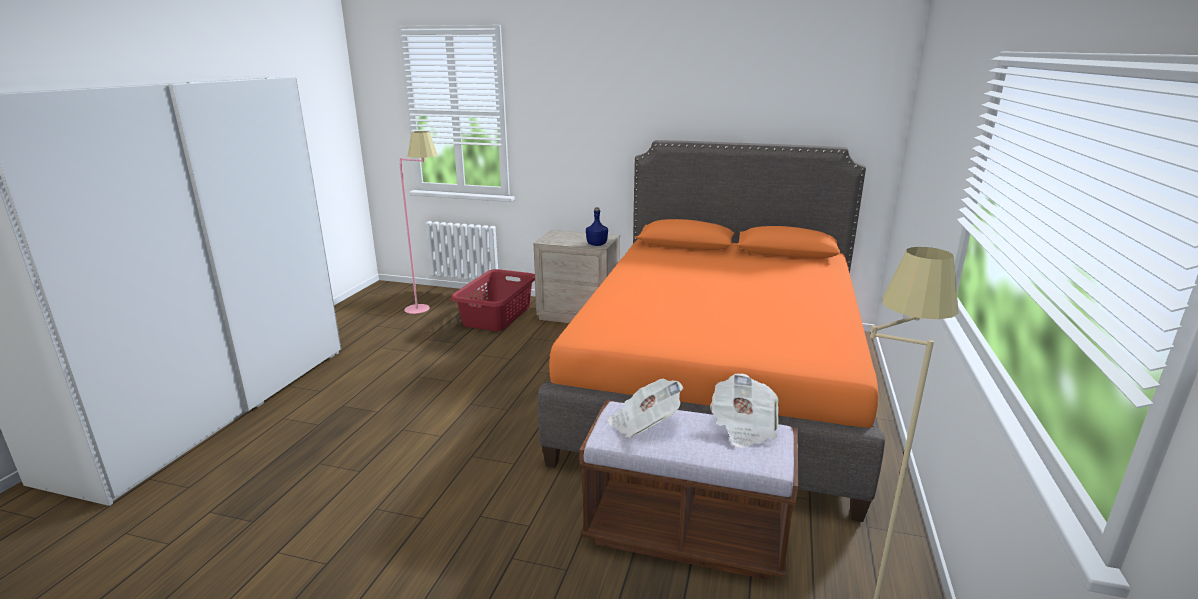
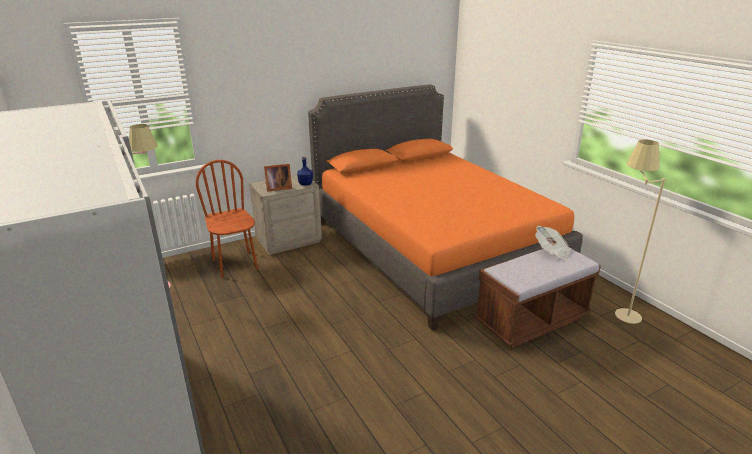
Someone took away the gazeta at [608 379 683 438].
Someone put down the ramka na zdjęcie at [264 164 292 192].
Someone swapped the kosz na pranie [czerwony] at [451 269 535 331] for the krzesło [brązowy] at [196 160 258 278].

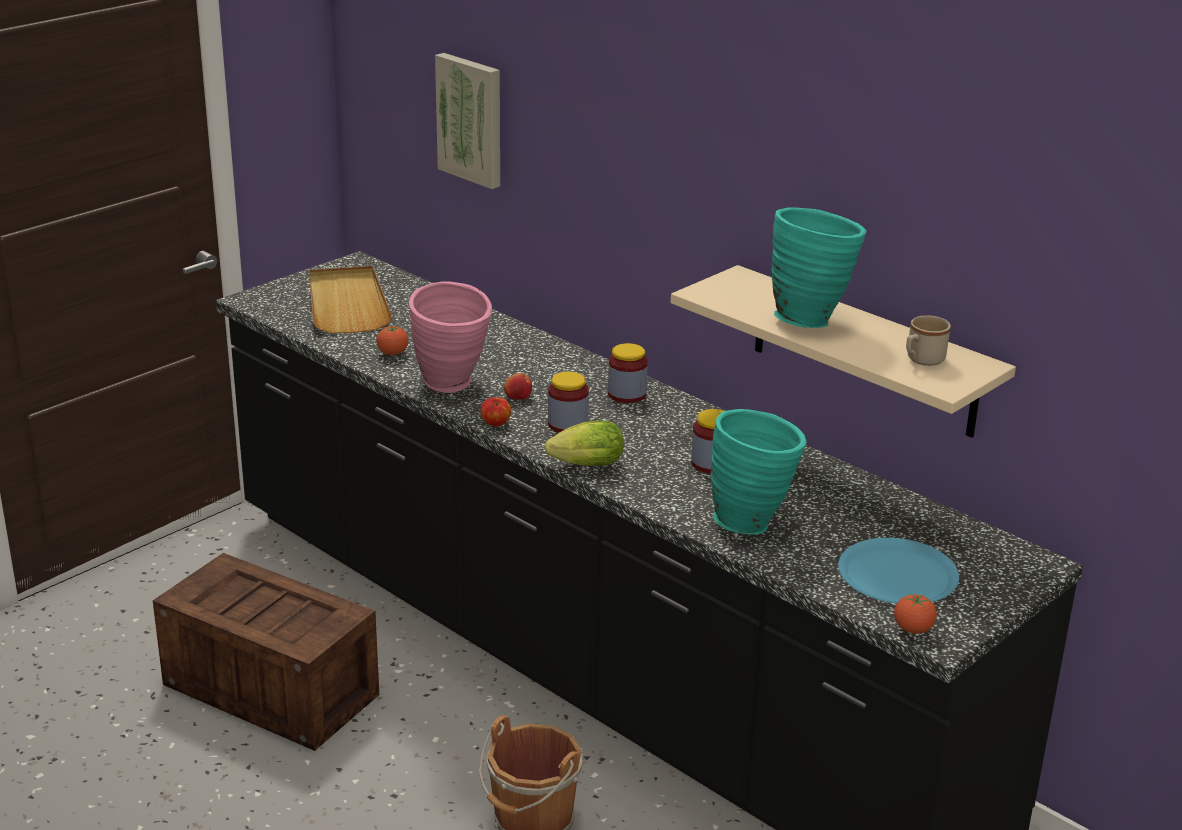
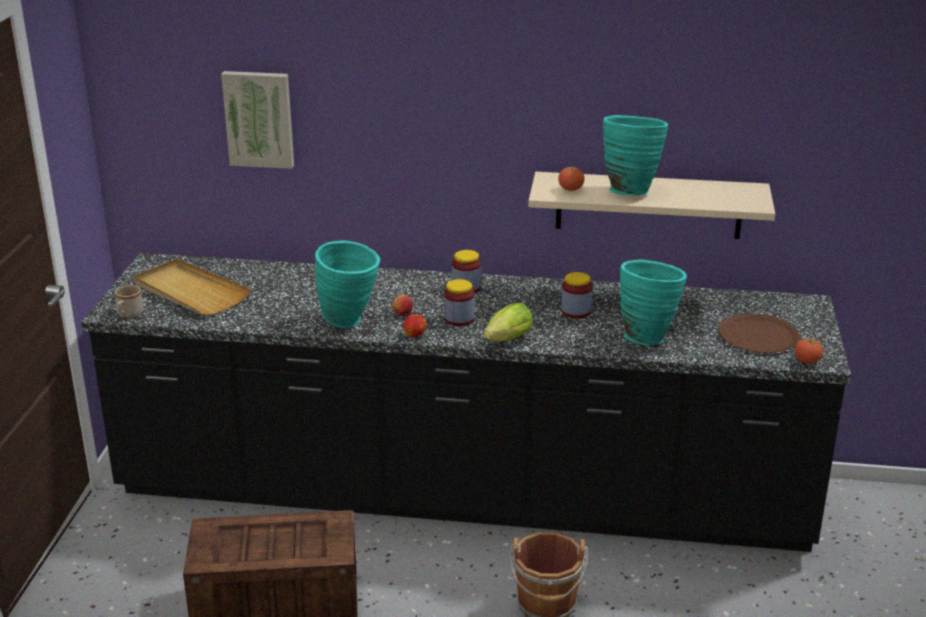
Someone carried the pomidor from [376 326 409 355] to [558 167 585 191].
Someone carried the kubek [beżowy] from [906 316 951 366] to [115 285 143 318].
Someone repainted the wazon [różowy] at [409 281 492 393], which became the wazon [turkusowy] at [315 241 380 328].
Someone repainted the talerz [niebieski] at [838 538 959 604], which became the talerz [brązowy] at [718 313 800 353].

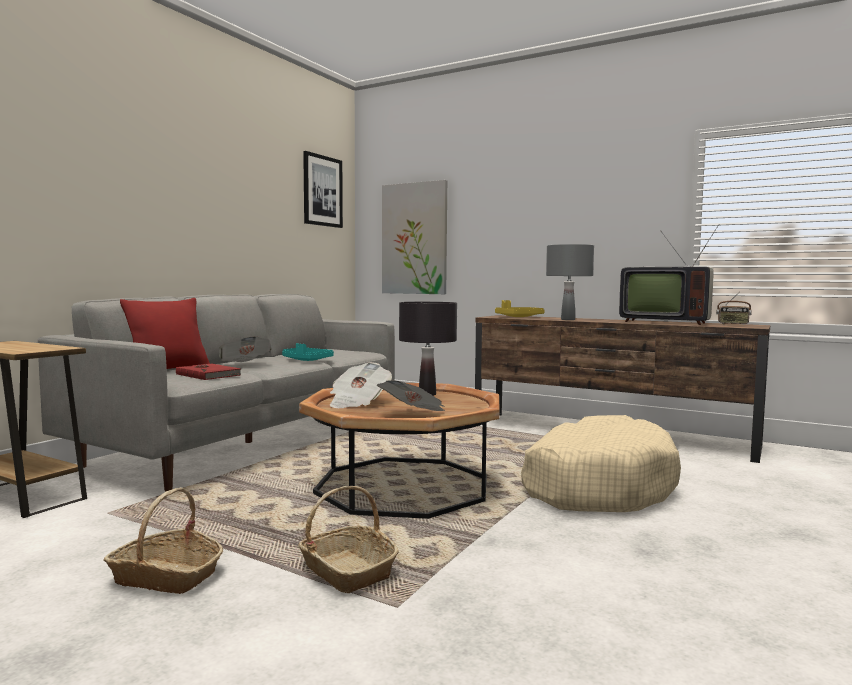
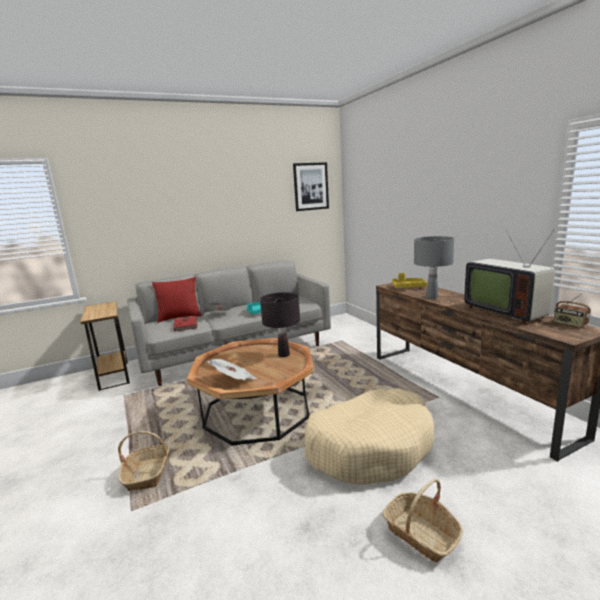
Someone took away the gazeta at [330 362 392 408].
Someone took away the obraz at [382 180 447 294].
Someone carried the koszyk from [104 487 223 594] to [383 479 463 562].

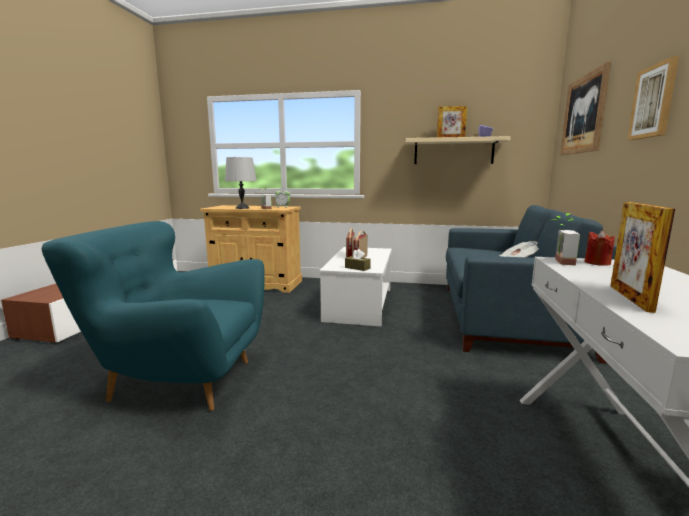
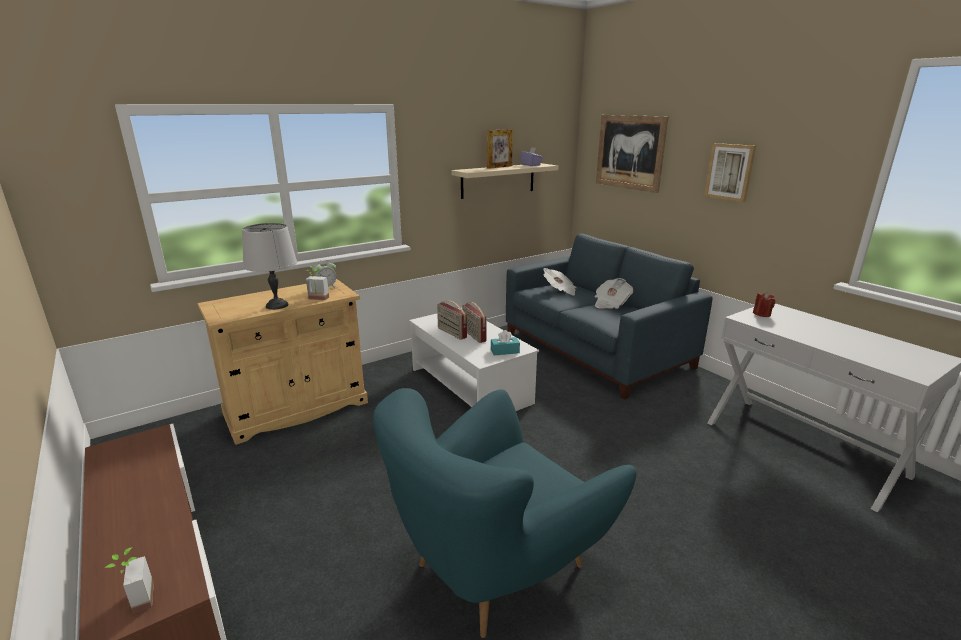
Someone took away the ramka na zdjęcie at [610 202 675 313].
Someone put down the gazeta at [543 268 576 296].
Someone carried the roślina doniczkowa from [551 213 580 265] to [105 548 154 614].
Someone repainted the pudełko chusteczek [brązowy] at [345 249 371 271], which became the pudełko chusteczek [turkusowy] at [491 330 520 355].

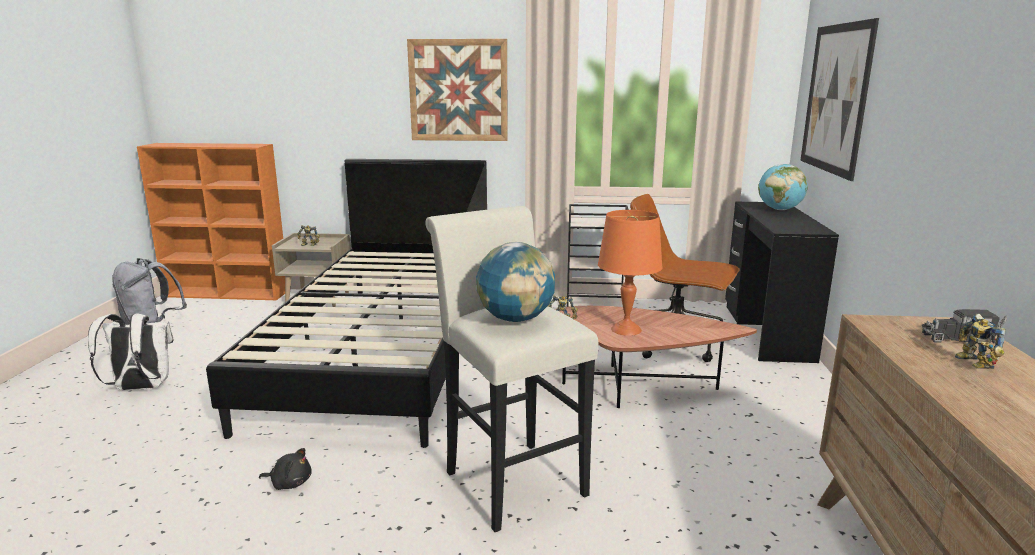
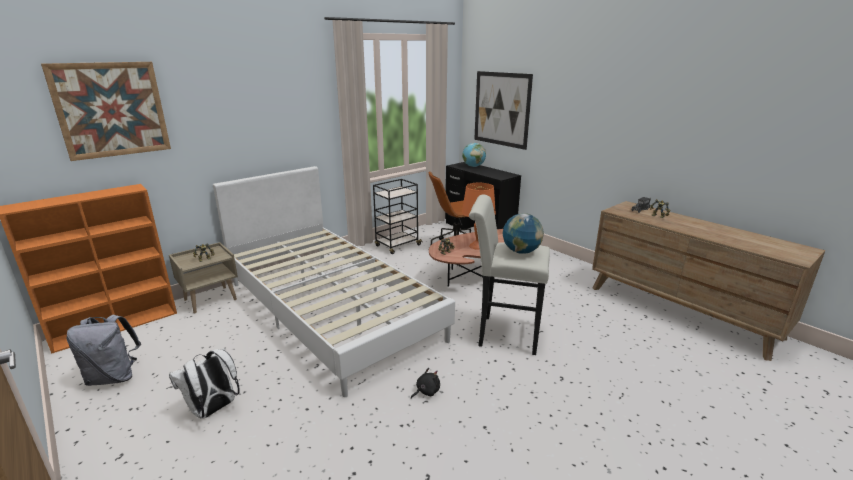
Someone carried the obraz from [407 39 508 141] to [41 62 171 161].
Someone repainted the łóżko [czarny] at [206 159 487 448], which became the łóżko [biały] at [213 166 455 397].

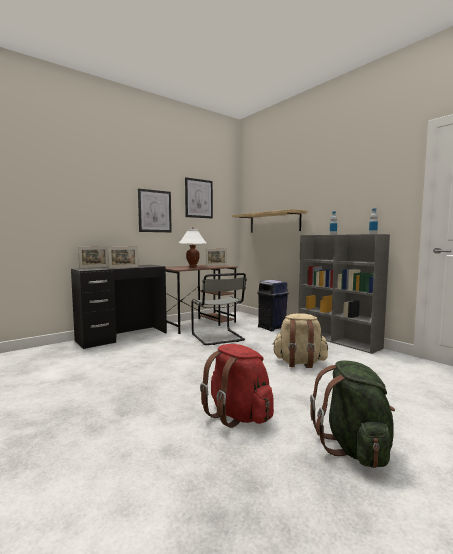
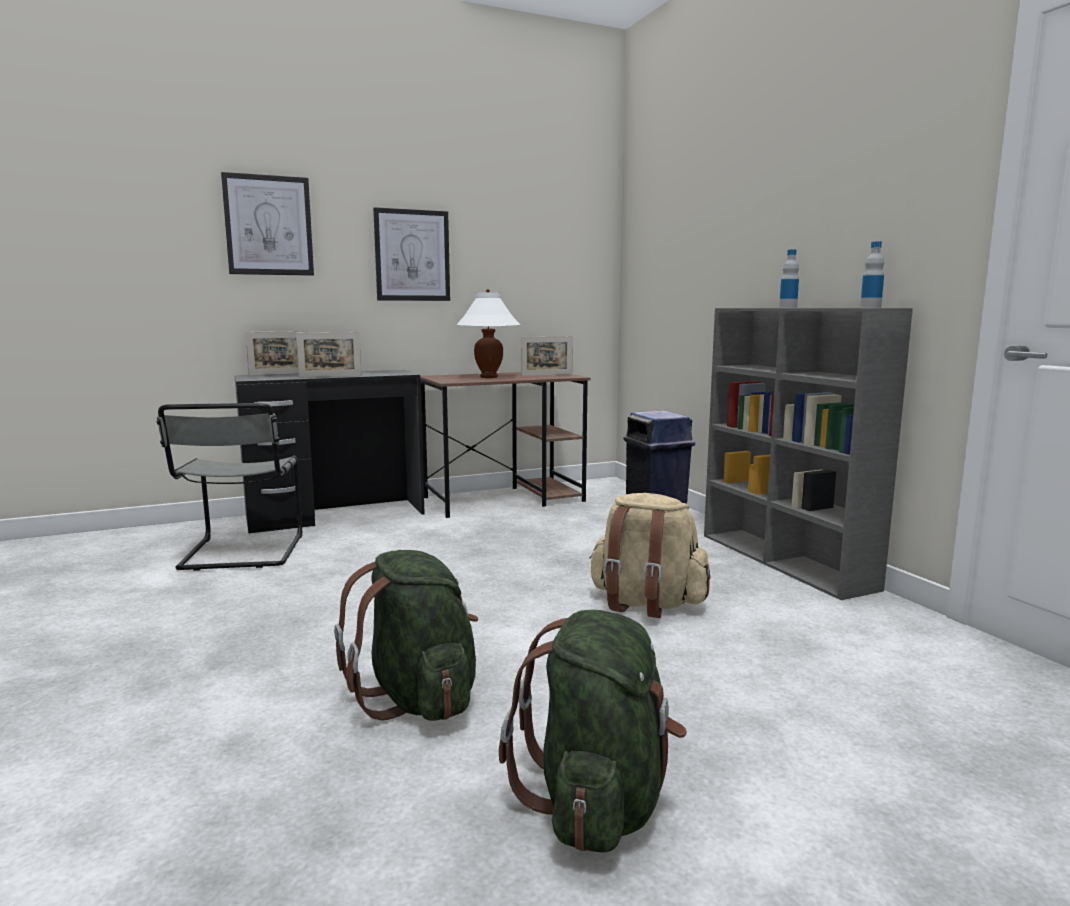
Someone took away the półka at [232 209 307 232].
Someone carried the obraz from [185 177 213 218] to [221 172 314 276].
Someone carried the krzesło [szary] from [191 273 247 345] to [156 403 303 571].
Someone repainted the plecak [czerwony] at [200 344 274 428], which became the plecak [zielony] at [334 550 478 721].

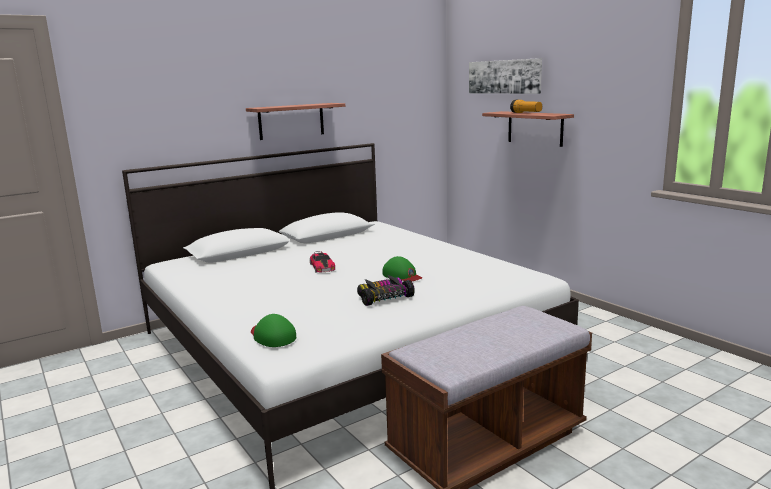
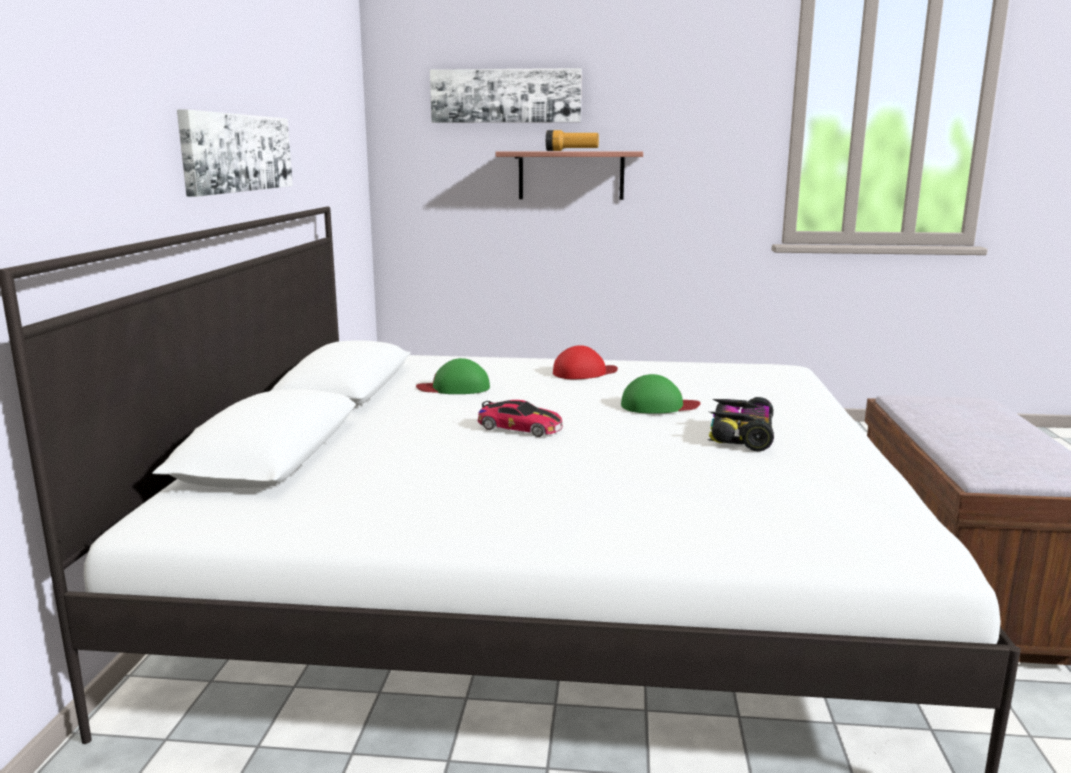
Someone put down the czapka z daszkiem [czerwony] at [553 345 618 379].
Someone carried the czapka z daszkiem [zielony] from [251 314 296 347] to [416 358 490 394].
Someone swapped the półka at [246 103 345 140] for the obraz at [177 110 293 197].

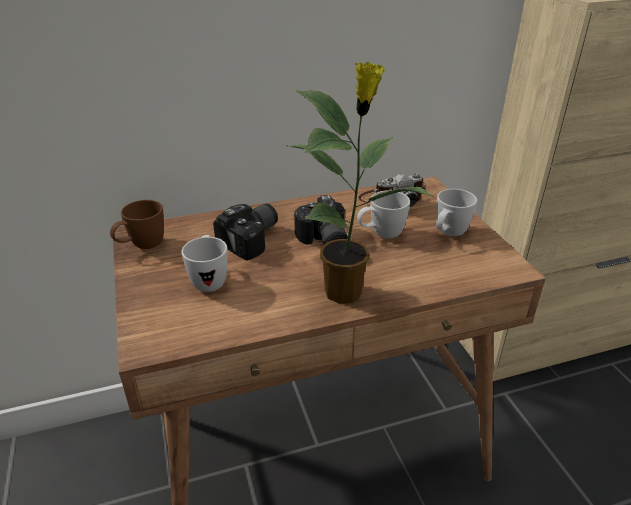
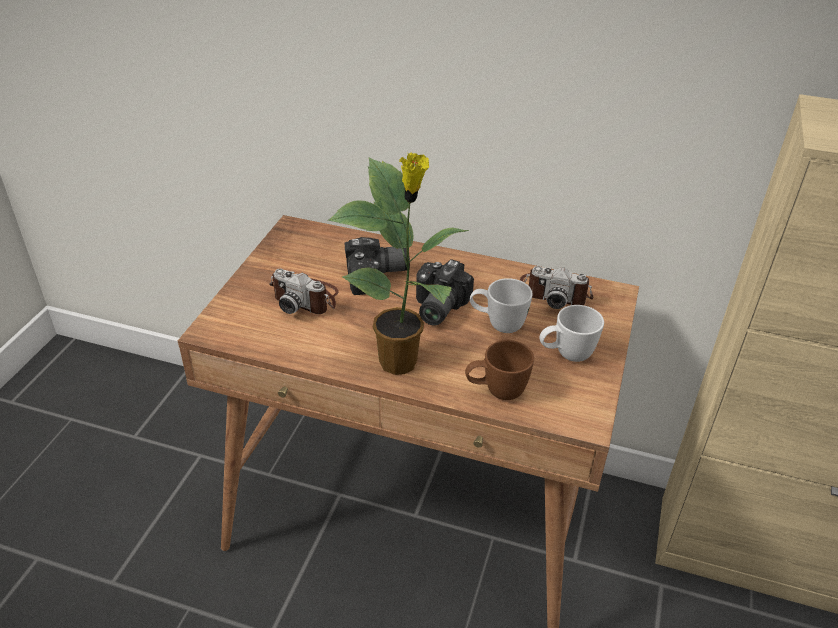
Someone carried the kubek [brązowy] from [110 200 164 249] to [465 340 534 400].
Someone swapped the kubek [biały] at [181 235 228 292] for the aparat fotograficzny at [269 269 339 314].

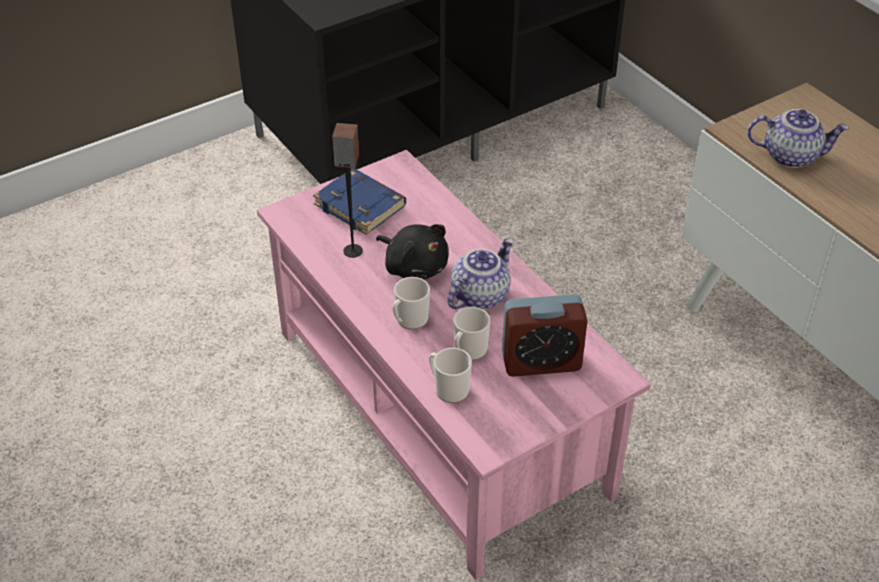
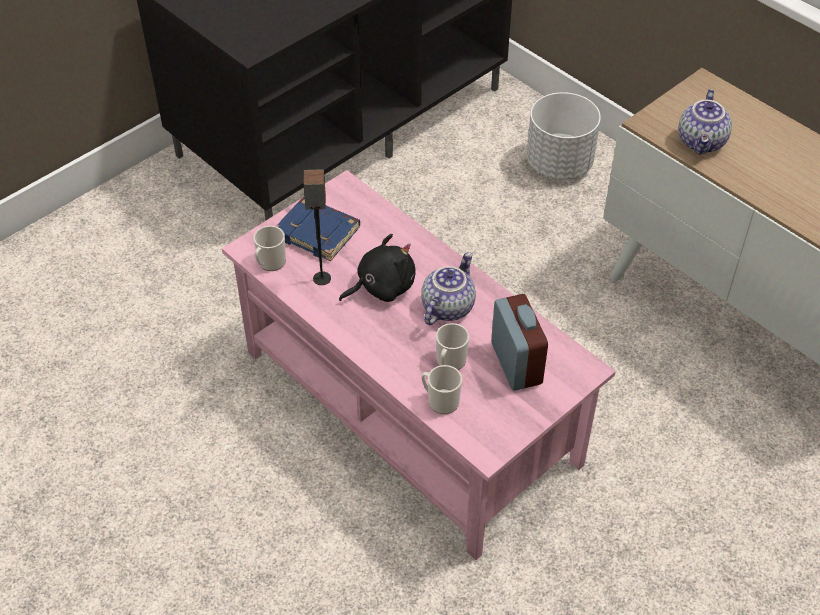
Someone put down the donica [biały] at [527 92 601 179].
Someone carried the kubek from [392 277 430 330] to [254 226 286 271].
Someone rotated the pluszak [czarny] at [376 224 449 280] by 60 degrees counterclockwise.
Someone rotated the budzik at [502 294 588 377] by 90 degrees counterclockwise.
Someone rotated the imbryk at [748 109 849 168] by 105 degrees clockwise.

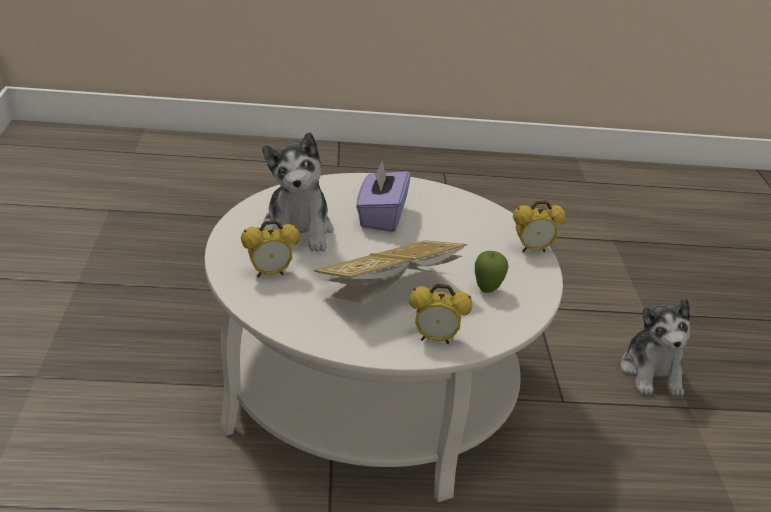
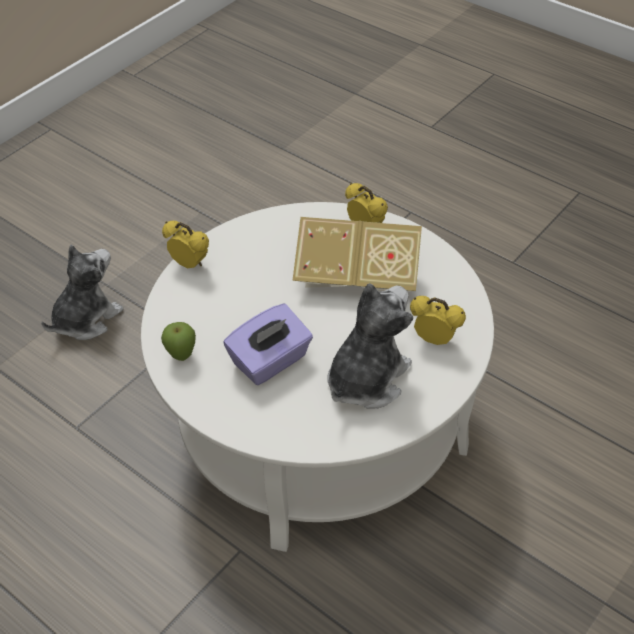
Someone carried the jabłko from [475 251 509 293] to [161 322 196 361].

